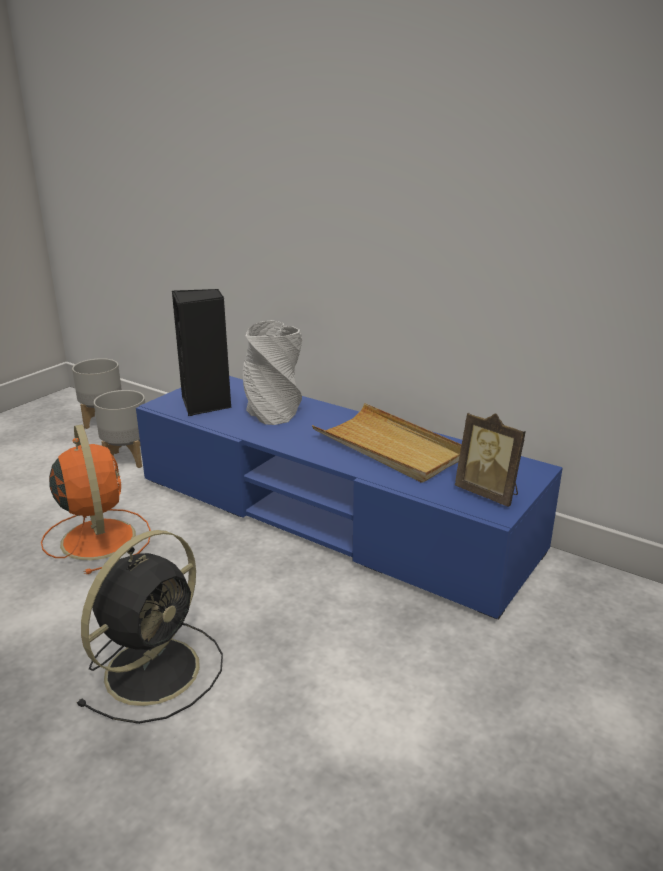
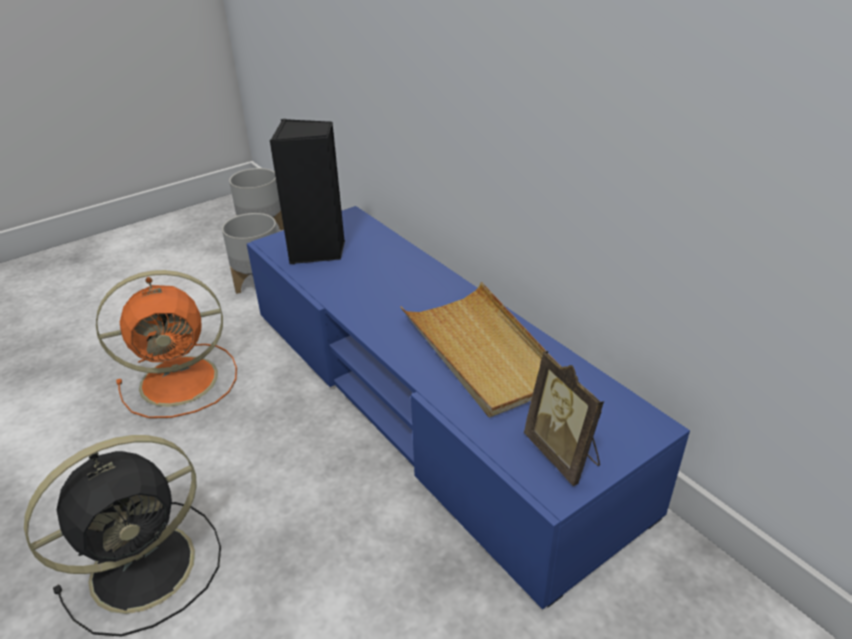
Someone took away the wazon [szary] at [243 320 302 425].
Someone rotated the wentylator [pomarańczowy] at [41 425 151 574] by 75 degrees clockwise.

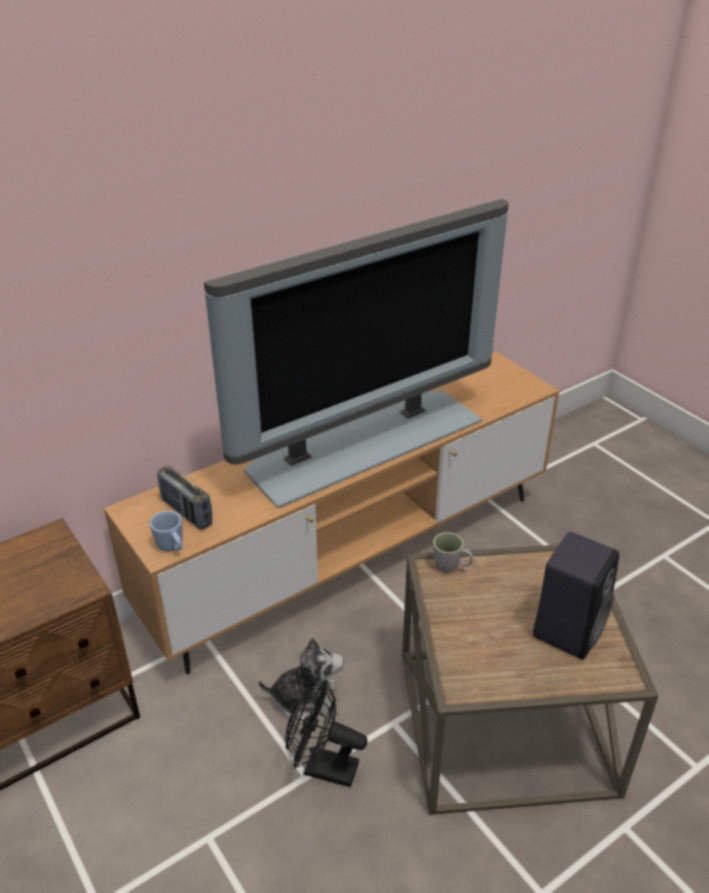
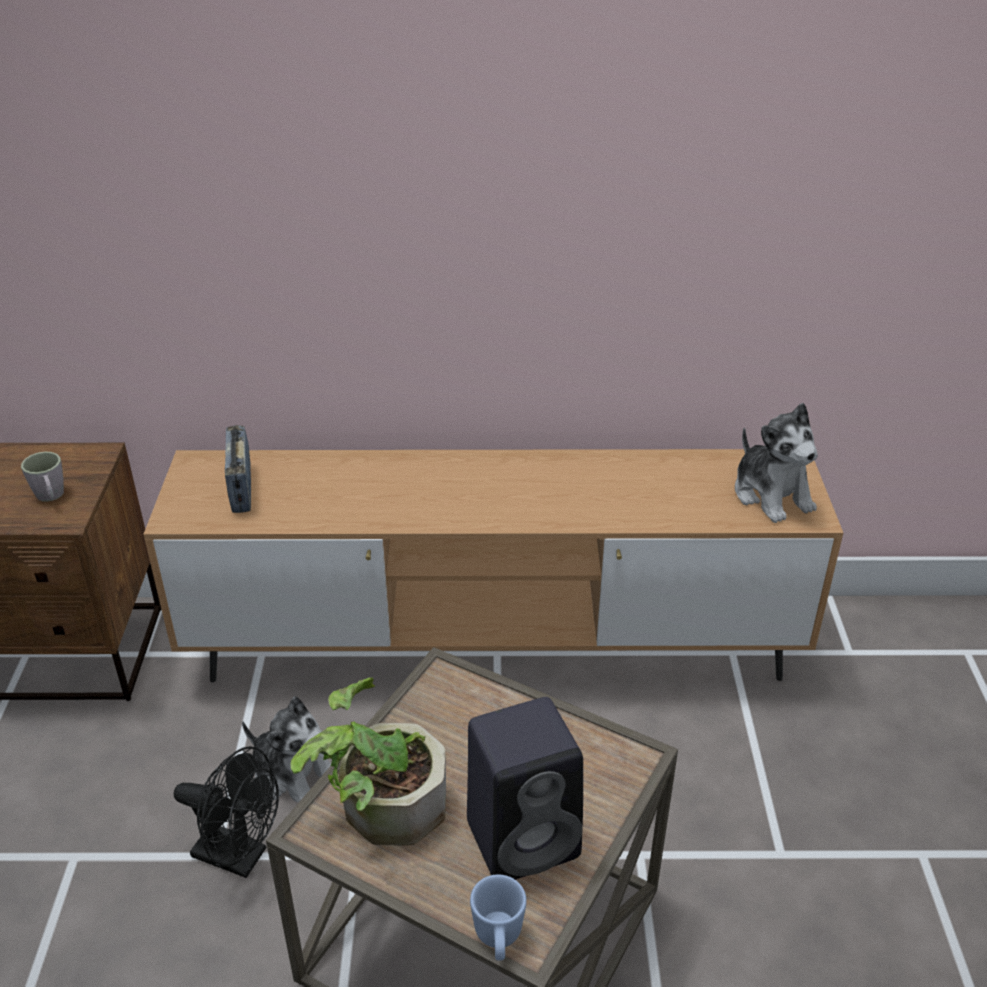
Someone took away the telewizor at [204 199 509 508].
Someone put down the roślina doniczkowa at [291 678 446 846].
Someone put down the pluszak at [735 403 818 523].
Someone carried the kubek [niebieski] from [150 511 183 551] to [470 875 527 961].
Someone carried the kubek [szary] from [433 532 473 573] to [21 452 64 502].
Someone rotated the wentylator [czarny] at [285 680 368 787] by 150 degrees clockwise.

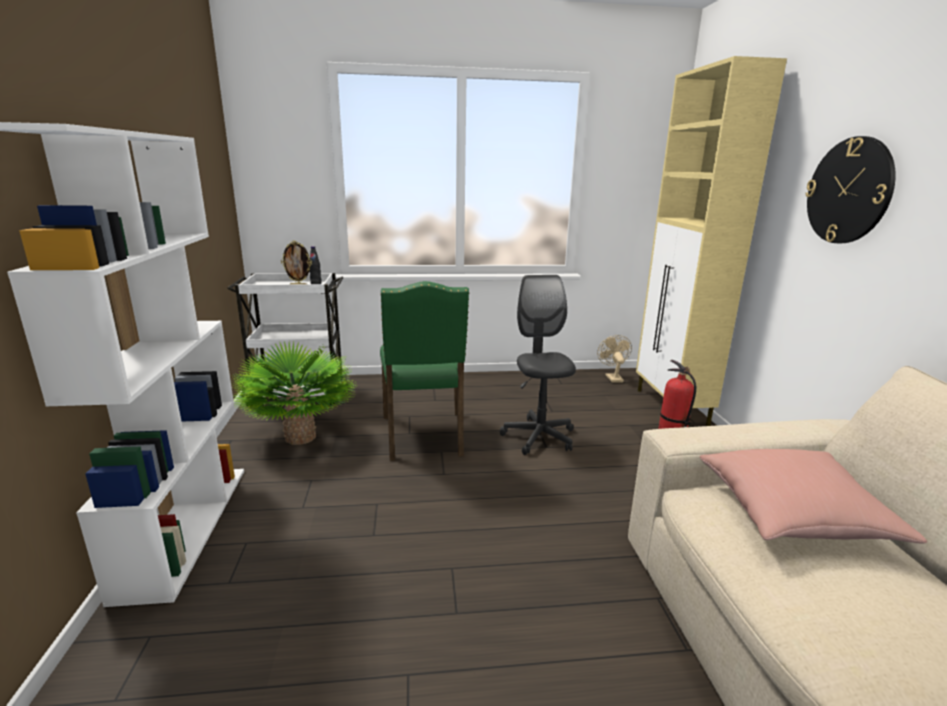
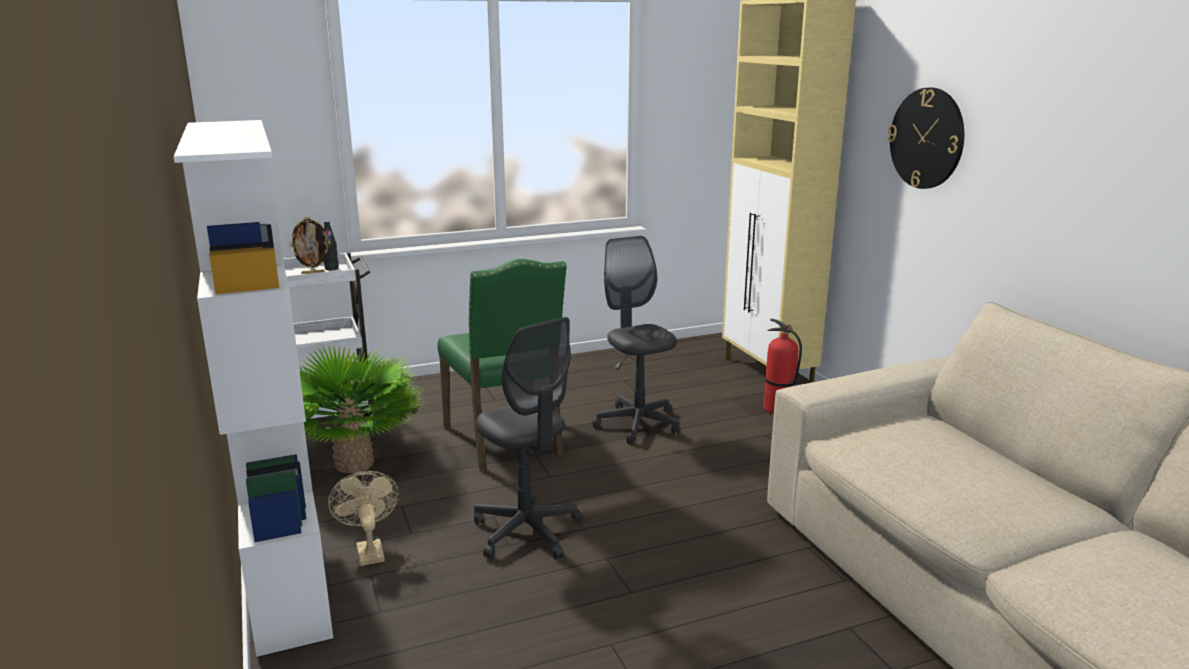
Someone took away the poduszka [różowy] at [700 449 927 544].
Someone put down the krzesło biurowe [szary] at [474 317 583 560].
Someone carried the wentylator [beżowy] from [597 335 632 383] to [328 471 399 566].

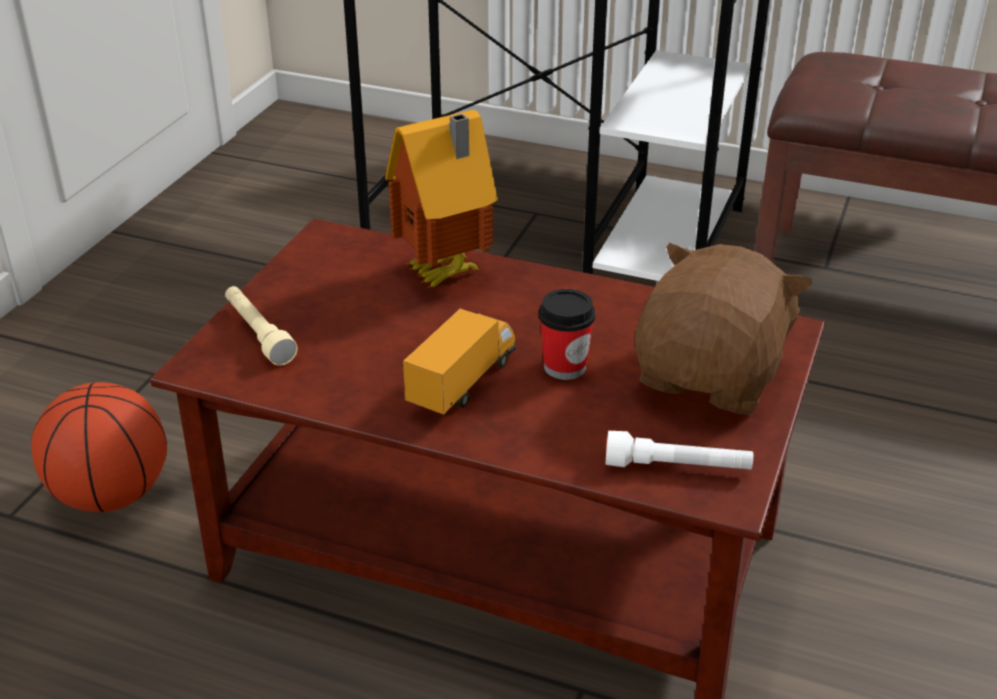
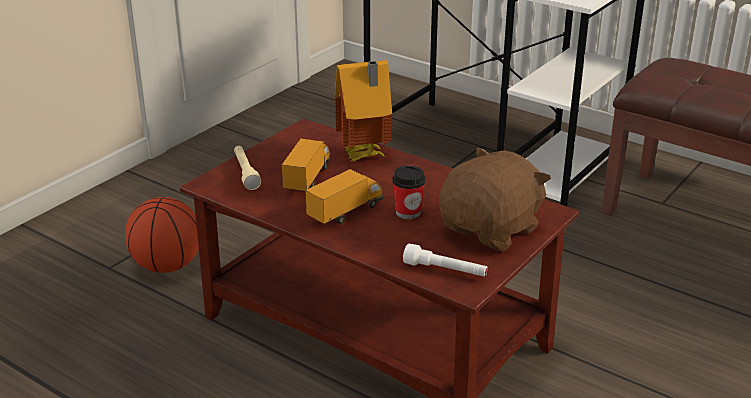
Someone put down the ciężarówka zabawkowa at [282 139 330 191].

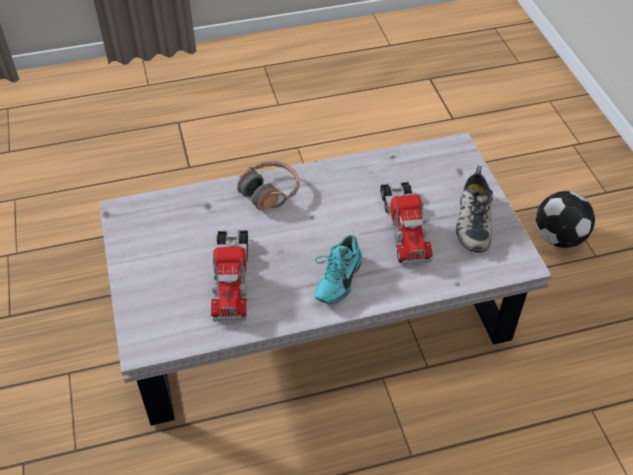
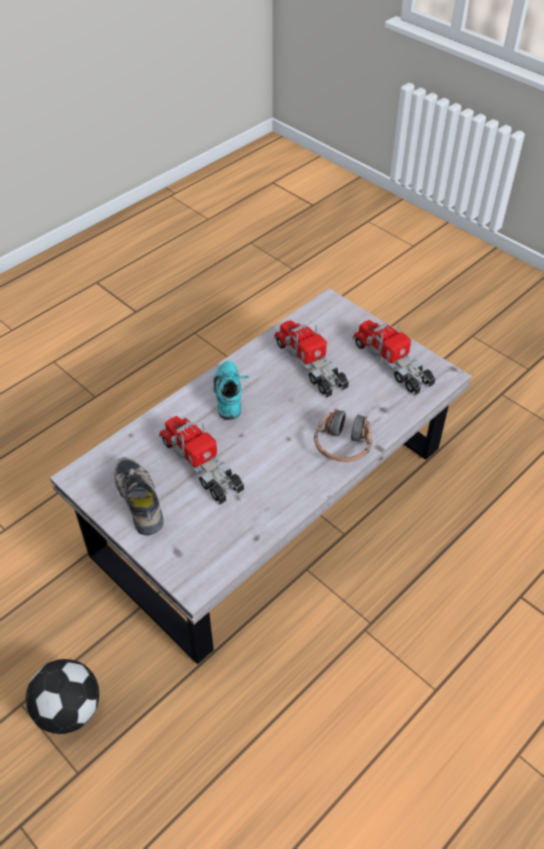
Someone put down the ciężarówka zabawkowa at [353 320 436 396].

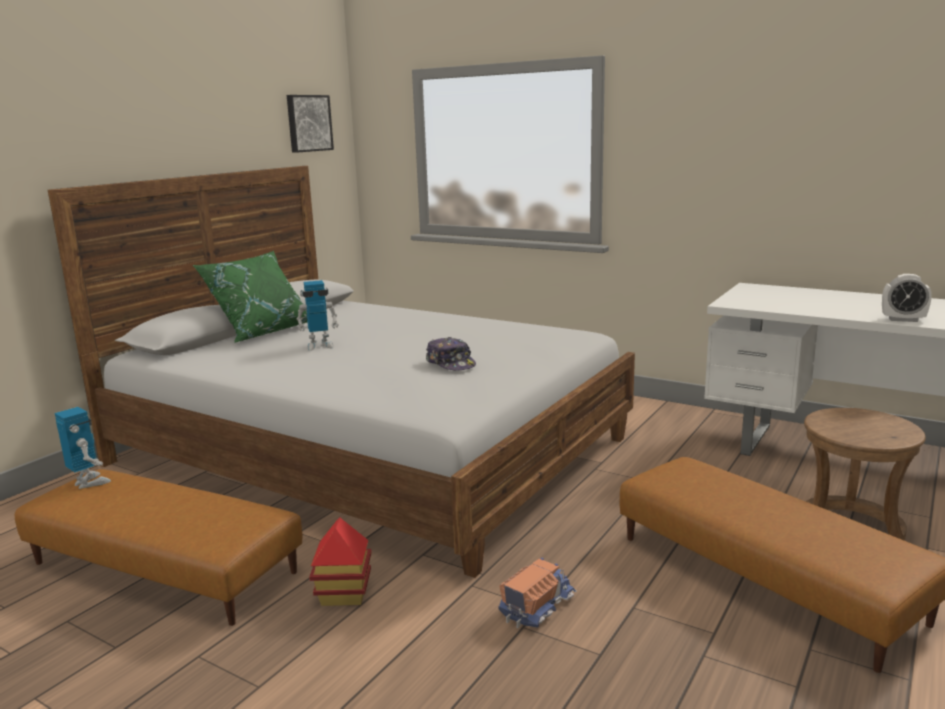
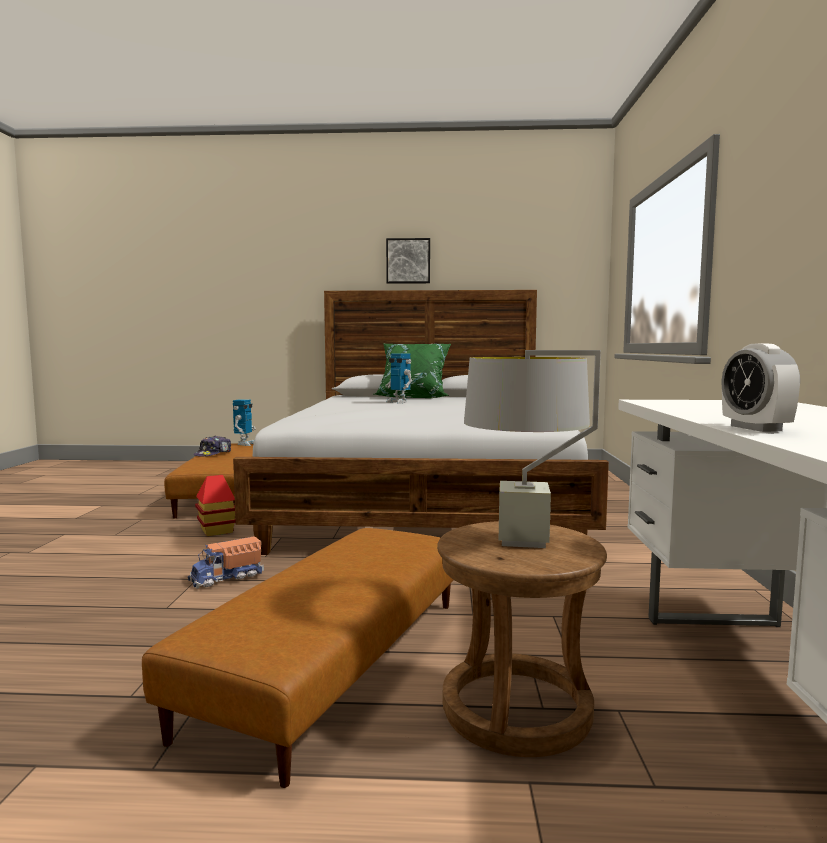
Someone put down the lampa stołowa [szary] at [464 350 601 548].
Someone carried the obraz from [287 95 334 153] to [386 238 430 284].
Someone carried the czapka z daszkiem from [426 337 476 371] to [194 436 231 457].
Someone rotated the ciężarówka zabawkowa at [498 558 577 628] by 135 degrees clockwise.

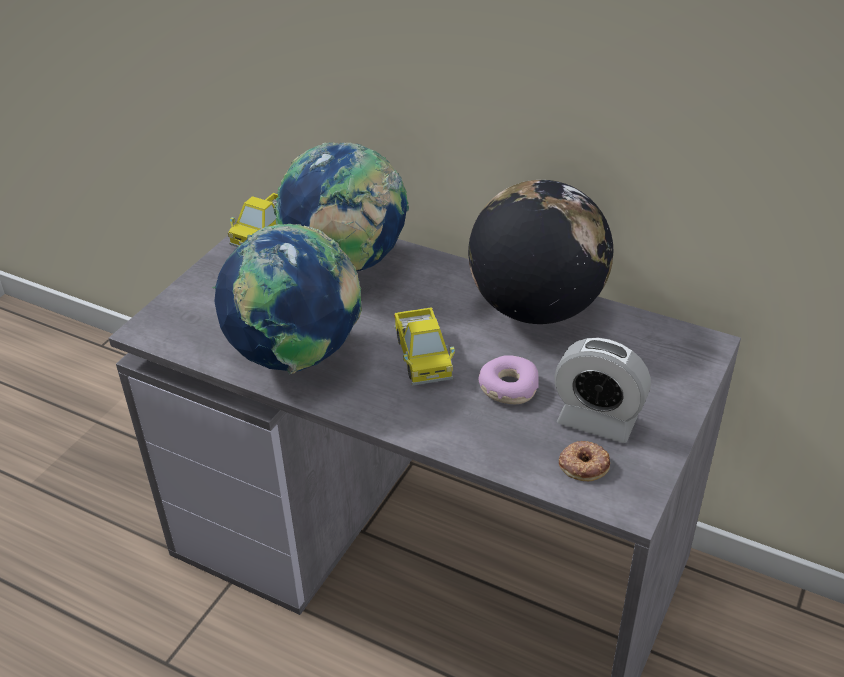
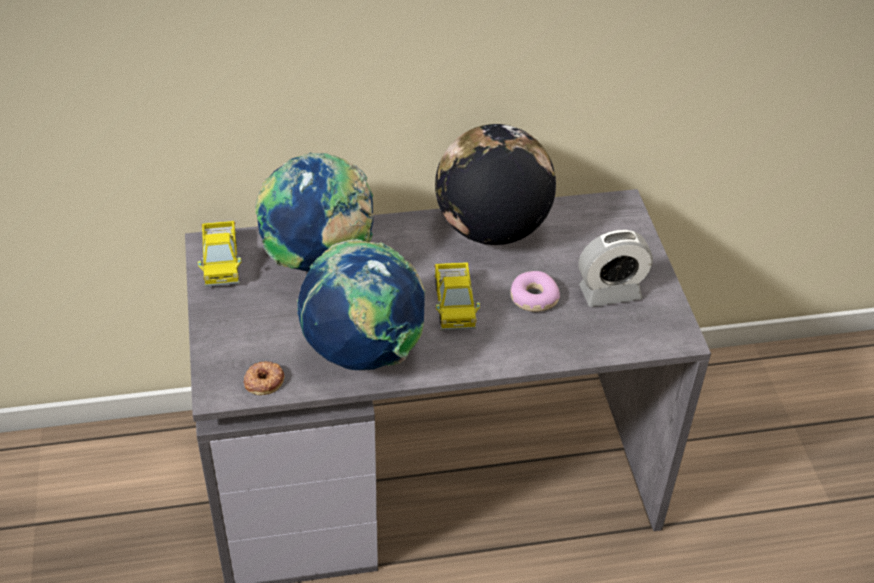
Someone carried the donut from [559 441 610 481] to [244 361 284 395].
Someone rotated the ciężarówka zabawkowa at [394 307 455 386] by 45 degrees clockwise.

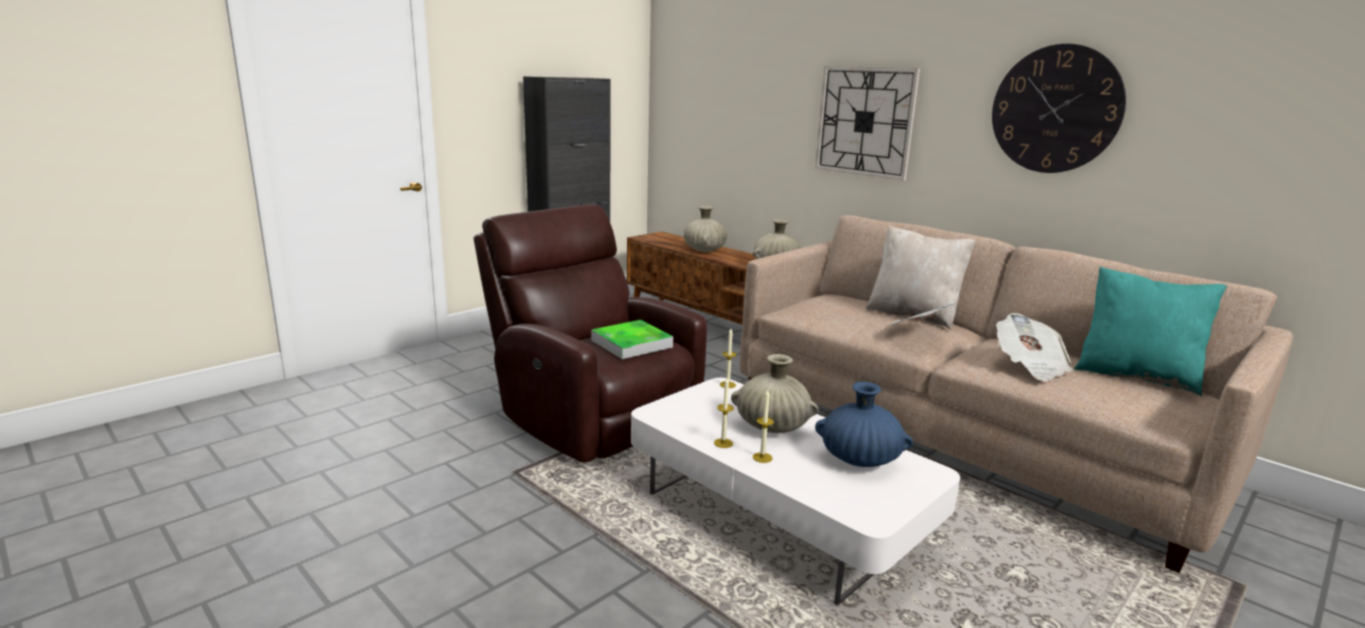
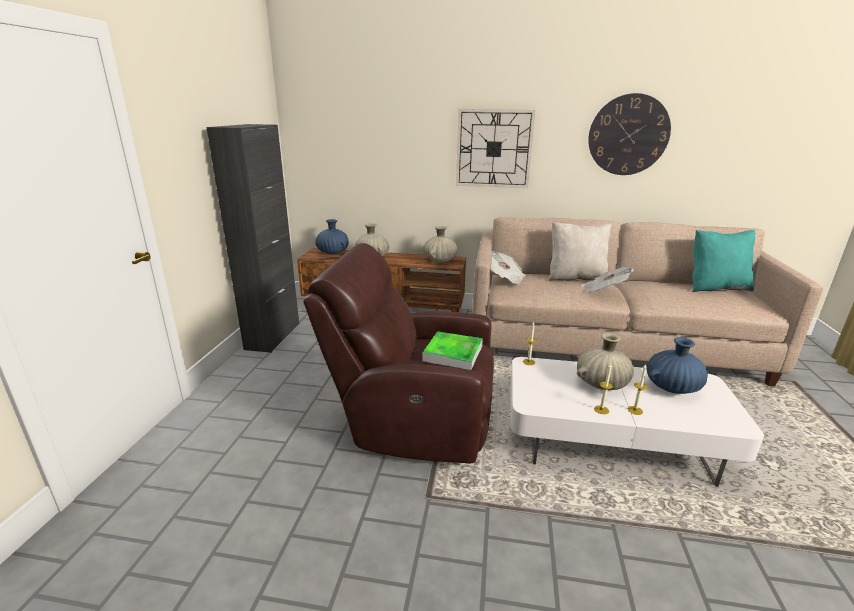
Someone put down the wazon [niebieski] at [315 219 349 254].
Someone carried the gazeta from [996 313 1073 381] to [491 251 526 285].

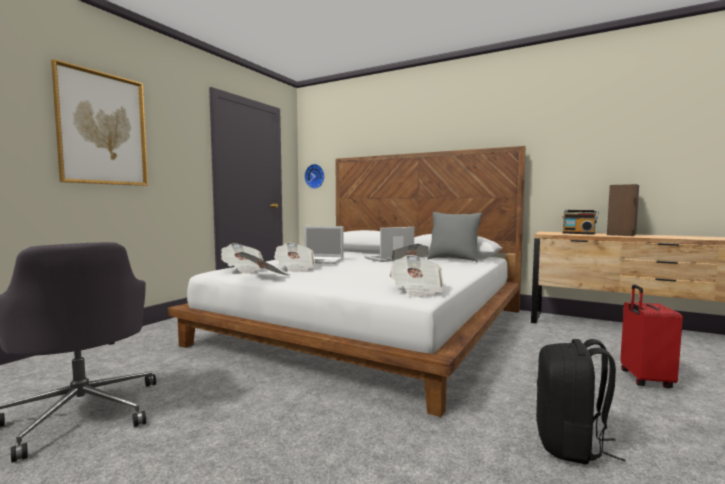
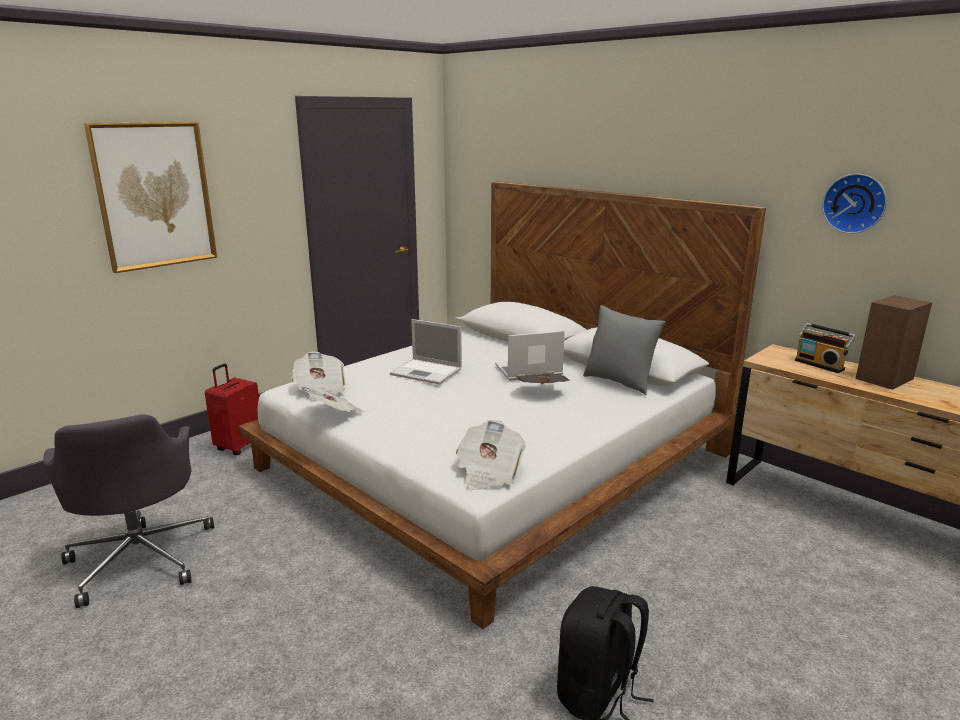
Someone took away the gazeta at [274 243 315 272].
Someone carried the zegar ścienny from [304 164 325 189] to [822 174 887 234].
Someone carried the walizka [czerwony] from [620 285 683 388] to [205 364 259 455].

